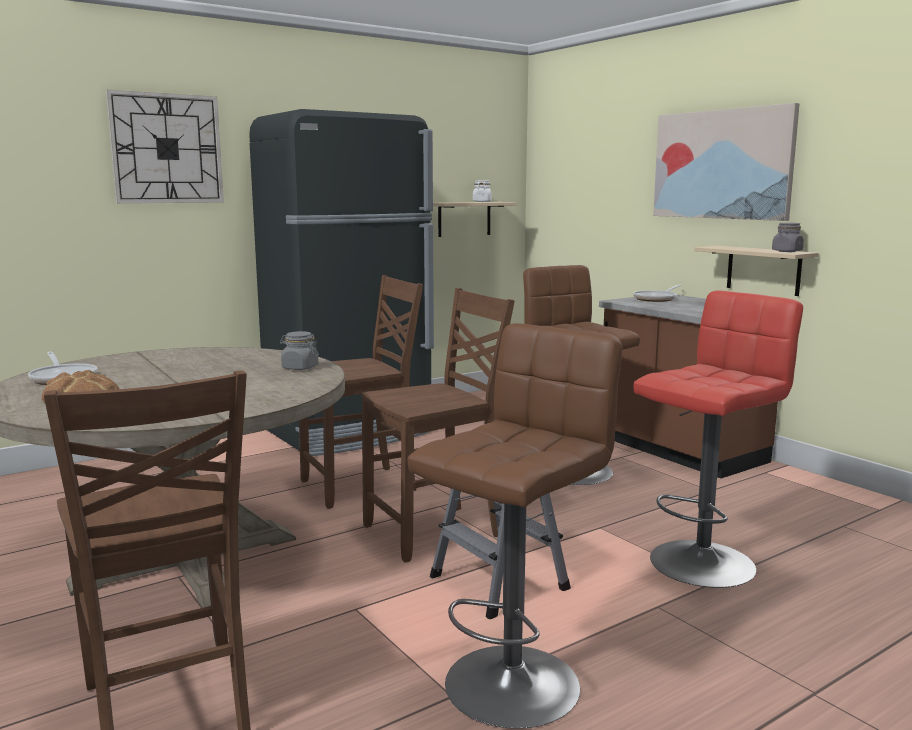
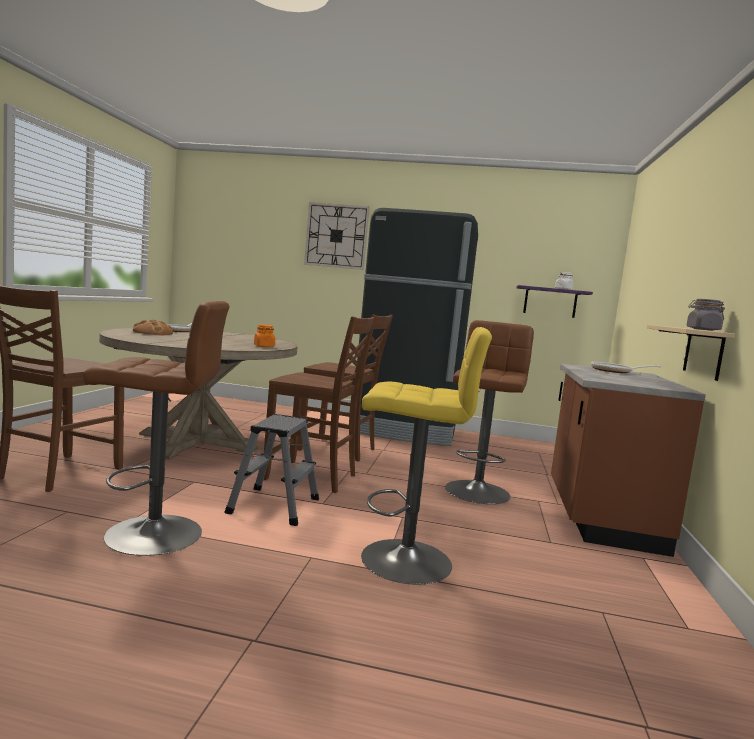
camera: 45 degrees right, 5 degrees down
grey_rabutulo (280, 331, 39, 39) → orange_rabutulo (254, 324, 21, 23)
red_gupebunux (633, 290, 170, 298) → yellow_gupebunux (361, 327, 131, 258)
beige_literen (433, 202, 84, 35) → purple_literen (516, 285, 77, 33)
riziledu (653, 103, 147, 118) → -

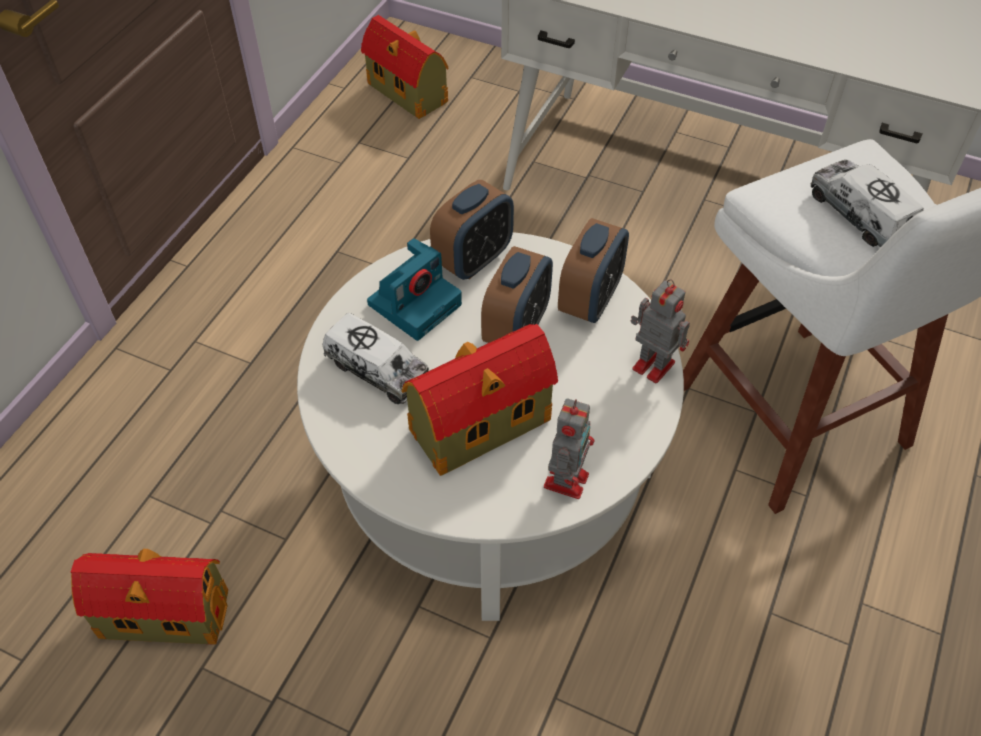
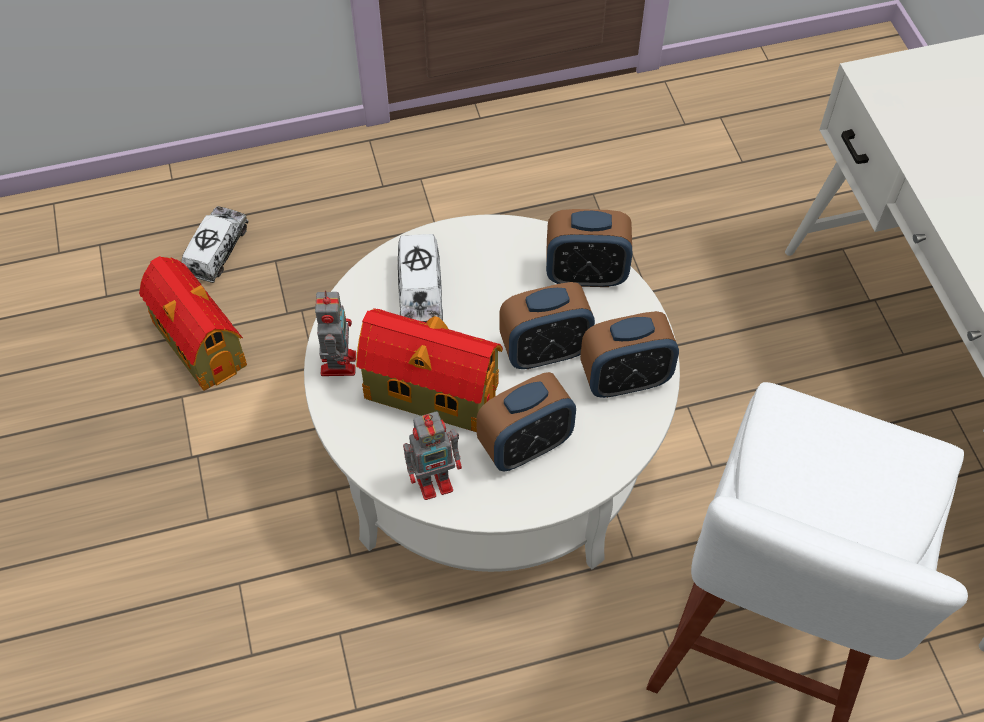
camera: 50 degrees right, 5 degrees up
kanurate (810, 160, 113, 87) → kanurate (182, 206, 66, 77), moved
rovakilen (631, 279, 59, 104) → rovakilen (315, 290, 41, 86), moved
- → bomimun (476, 372, 100, 99)
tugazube (361, 15, 88, 104) → -
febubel (367, 238, 95, 103) → -

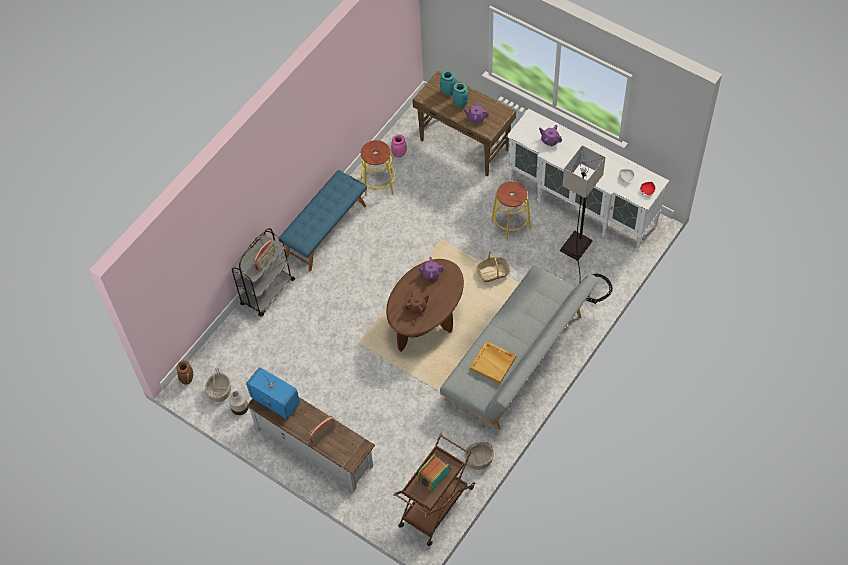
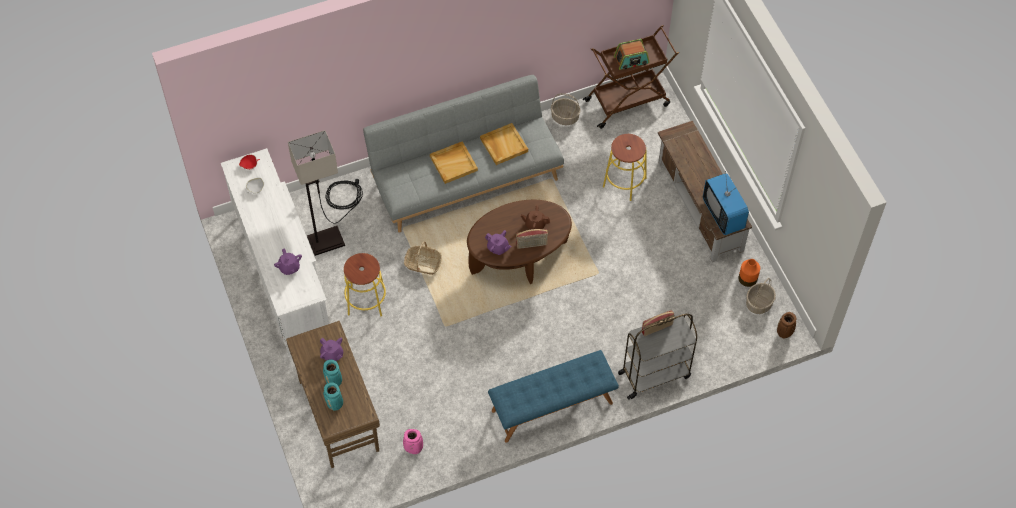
camera: 150 degrees left, 0 degrees up
- → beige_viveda (430, 141, 48, 43)
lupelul (309, 415, 27, 30) → lupelul (516, 229, 32, 20), moved
yellow_gupebunux (361, 140, 34, 56) → yellow_gupebunux (603, 134, 43, 67), moved
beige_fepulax (228, 391, 20, 24) → orange_fepulax (739, 259, 21, 28)

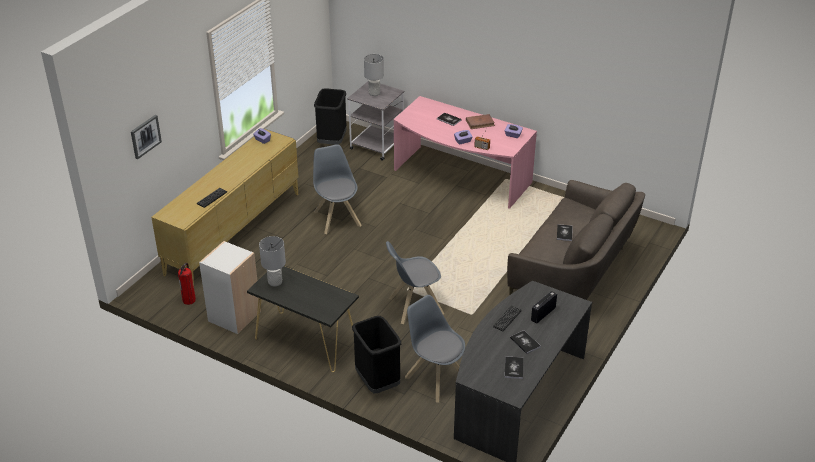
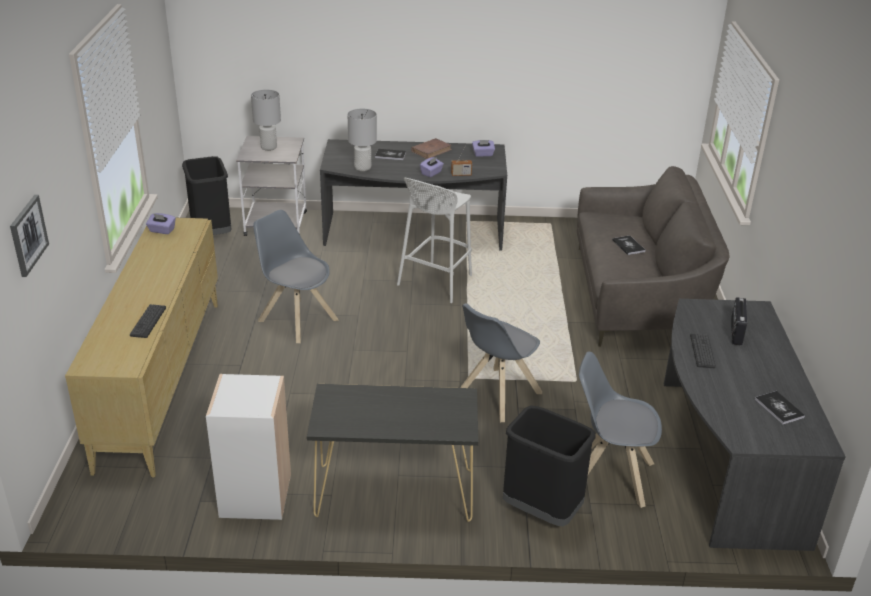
camera: 30 degrees left, 5 degrees down
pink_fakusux (394, 96, 143, 113) → grey_fakusux (320, 139, 187, 112)
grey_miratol (259, 236, 27, 51) → grey_miratol (348, 109, 29, 62), moved
- → white_gupebunux (397, 178, 75, 125)
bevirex (178, 263, 18, 42) → -
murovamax (510, 330, 31, 24) → -

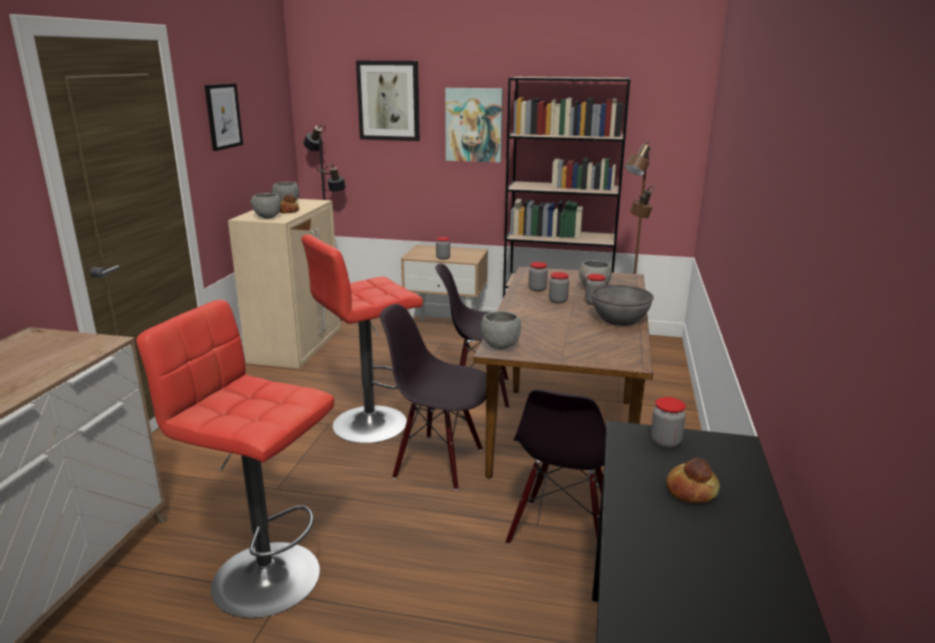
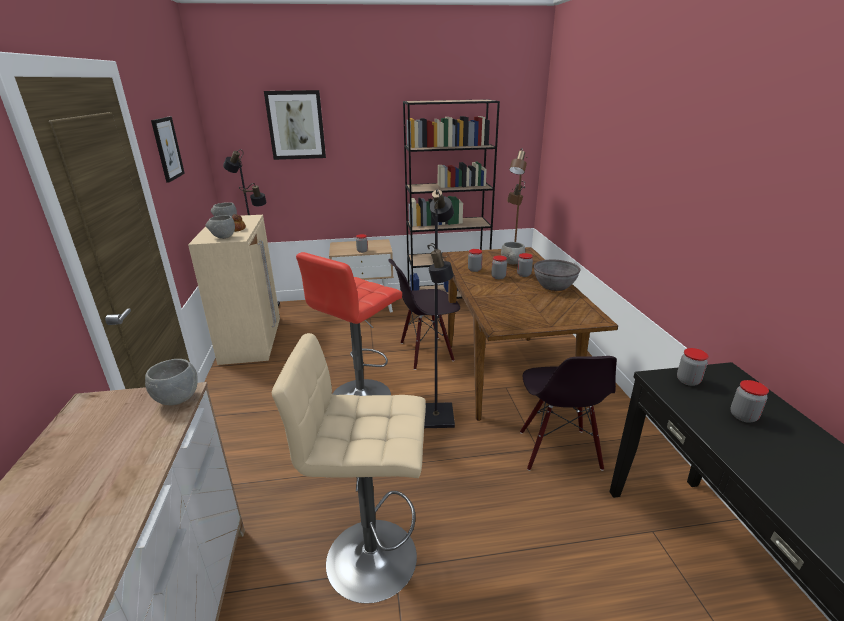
camera: 20 degrees left, 5 degrees up
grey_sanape (481, 311, 40, 39) → grey_sanape (145, 359, 53, 46), moved
red_gupebunux (136, 300, 198, 318) → beige_gupebunux (272, 333, 154, 270)
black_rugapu (380, 304, 106, 186) → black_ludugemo (424, 190, 31, 238)
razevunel (666, 457, 54, 46) → rabutulo (731, 380, 38, 43)
riziledu (445, 88, 58, 75) → -

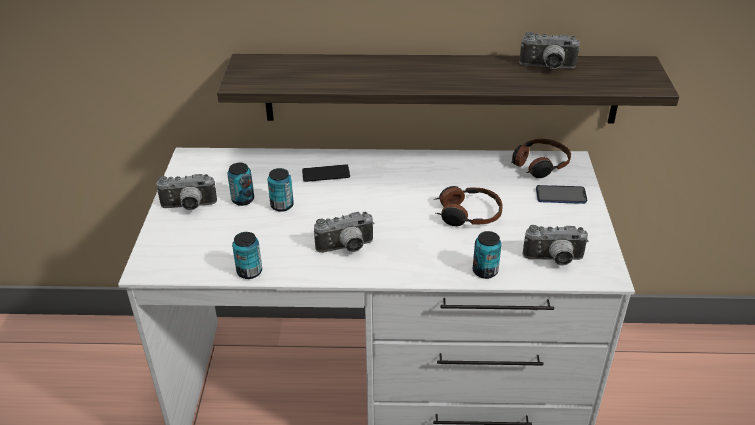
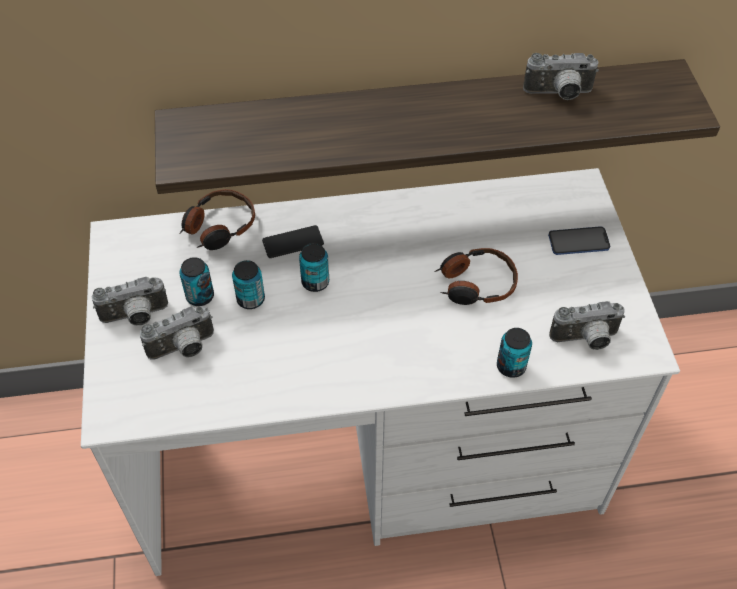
camera: 10 degrees left, 15 degrees up
febubel (314, 212, 61, 41) → febubel (140, 306, 74, 54), moved
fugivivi (511, 139, 60, 39) → fugivivi (180, 189, 75, 61), moved
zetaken (232, 232, 30, 47) → zetaken (299, 243, 30, 49), moved

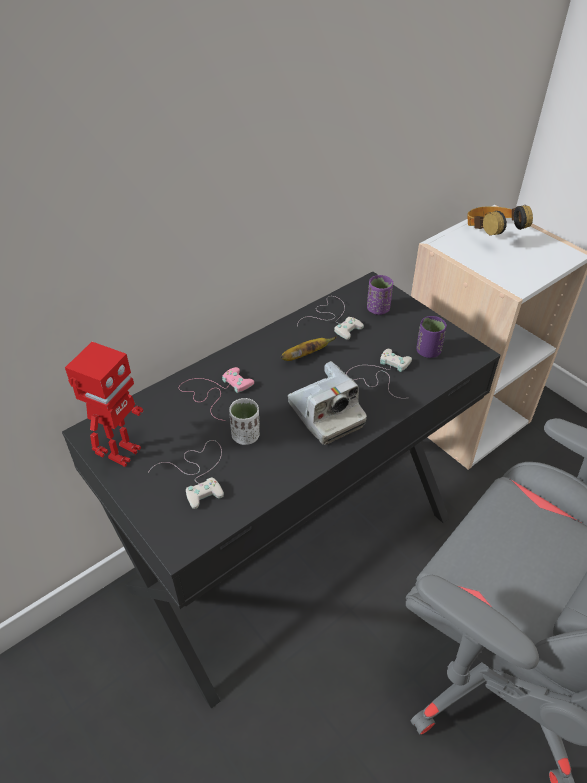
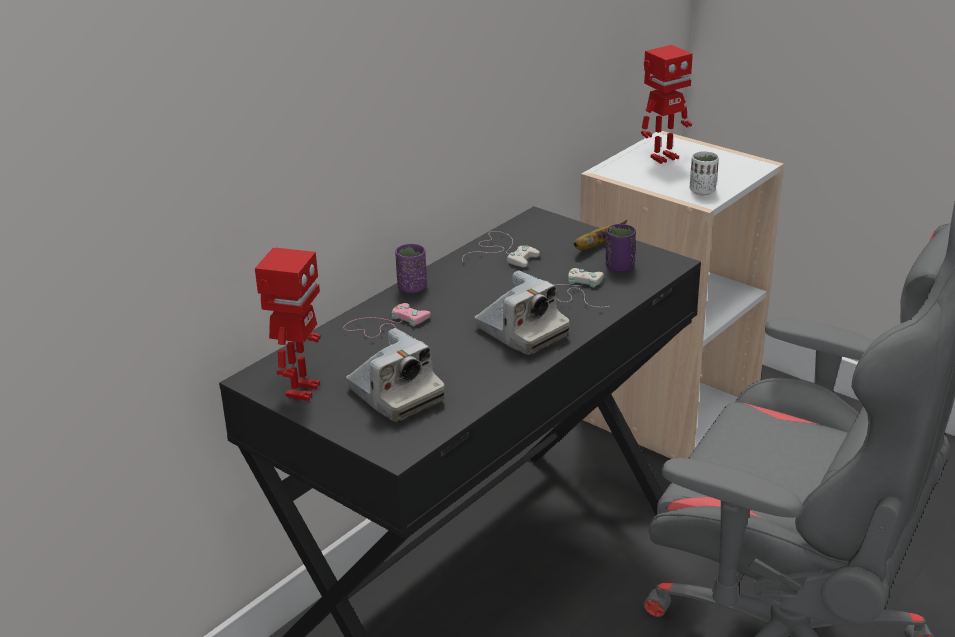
camera: 10 degrees left, 15 degrees down
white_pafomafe (148, 440, 76, 69) → febubel (346, 328, 99, 94)
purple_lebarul (367, 275, 26, 40) → purple_lebarul (395, 244, 32, 50), moved
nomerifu (281, 336, 55, 25) → nomerifu (574, 220, 53, 30), moved
fugivivi (467, 205, 66, 31) → rovakilen (641, 45, 52, 119)
white_lebarul (229, 398, 31, 47) → white_lebarul (690, 151, 29, 45), moved

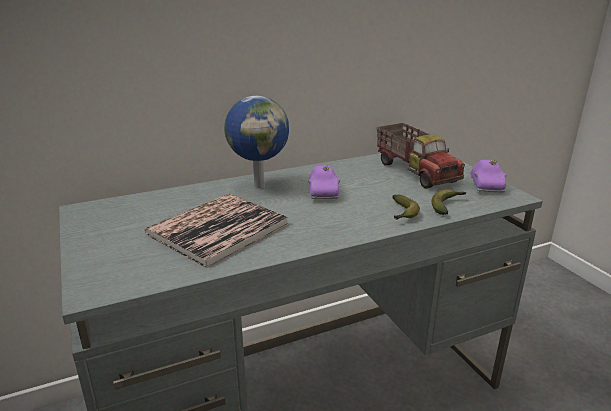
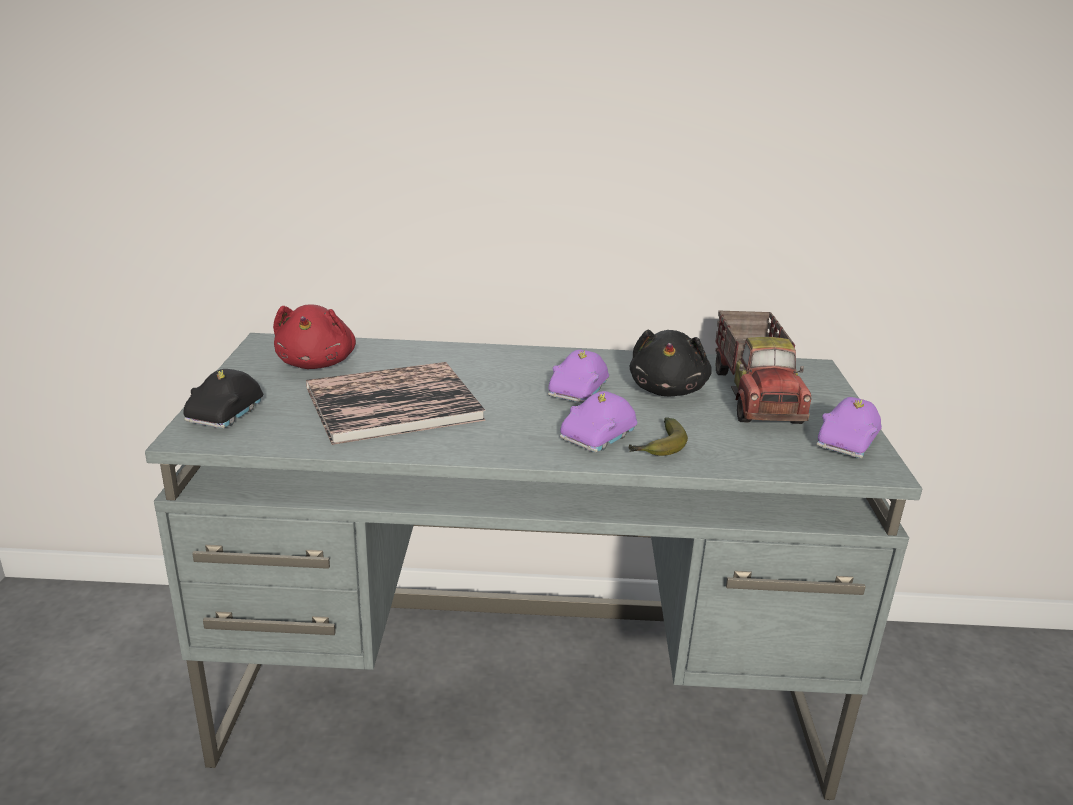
camera: 25 degrees right, 0 degrees up
- → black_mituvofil (183, 369, 80, 59)
- → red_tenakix (273, 304, 83, 65)
- → purple_mituvofil (560, 391, 78, 61)
- → black_tenakix (630, 330, 82, 66)
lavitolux (224, 96, 65, 92) → -
nomerifu (431, 189, 35, 26) → -

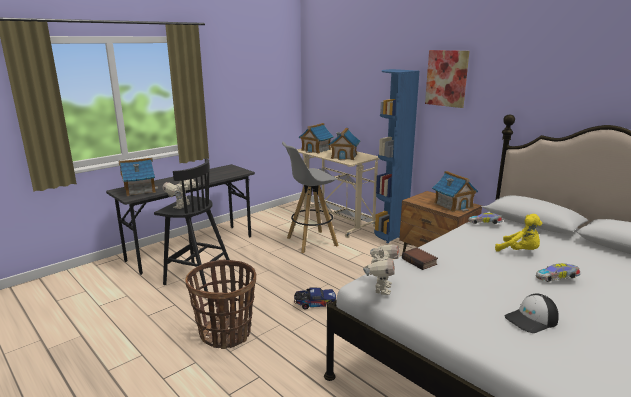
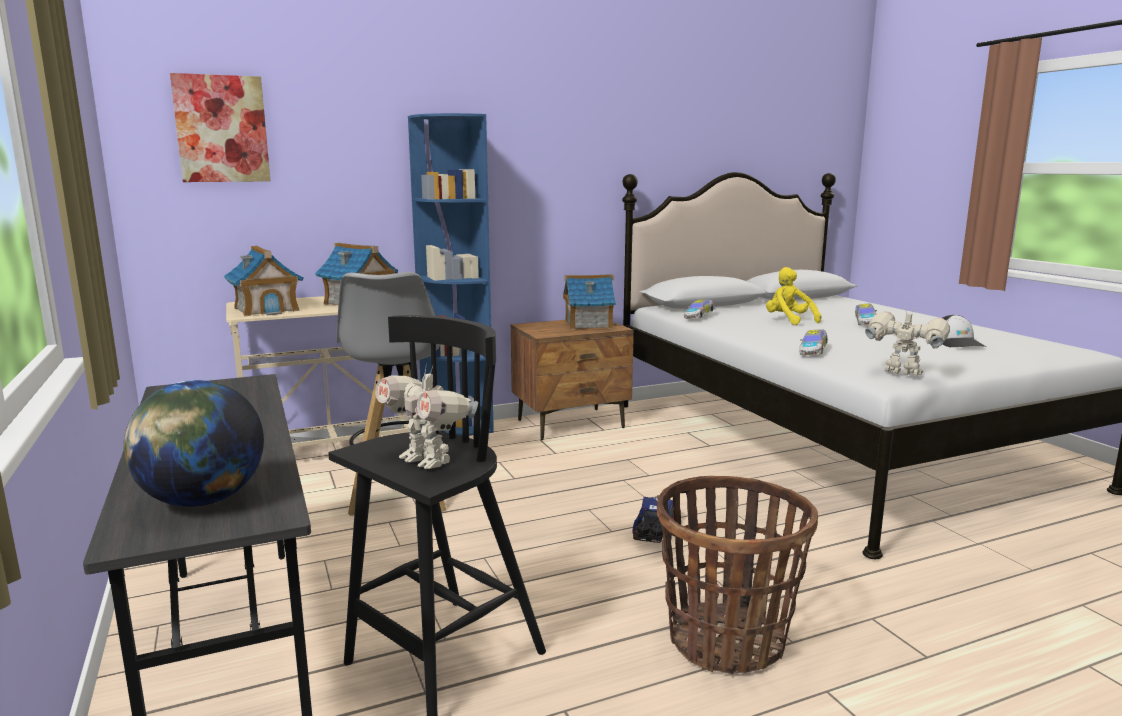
camera: 70 degrees left, 5 degrees down
tugazube (118, 157, 40, 39) → lavitolux (123, 380, 141, 127)
riziledu (425, 50, 44, 58) → riziledu (170, 73, 101, 109), moved
yellow_tenakix (495, 214, 47, 38) → yellow_tenakix (766, 267, 55, 58), 90 degrees counterclockwise
murovamax (402, 248, 36, 22) → mituvofil (799, 329, 29, 26)

